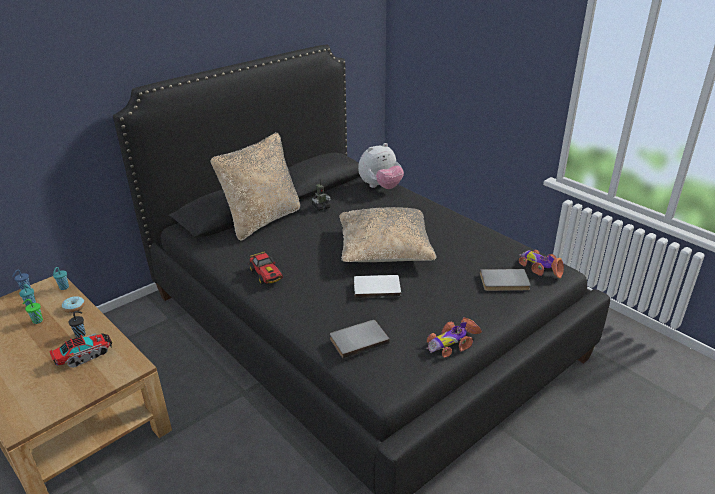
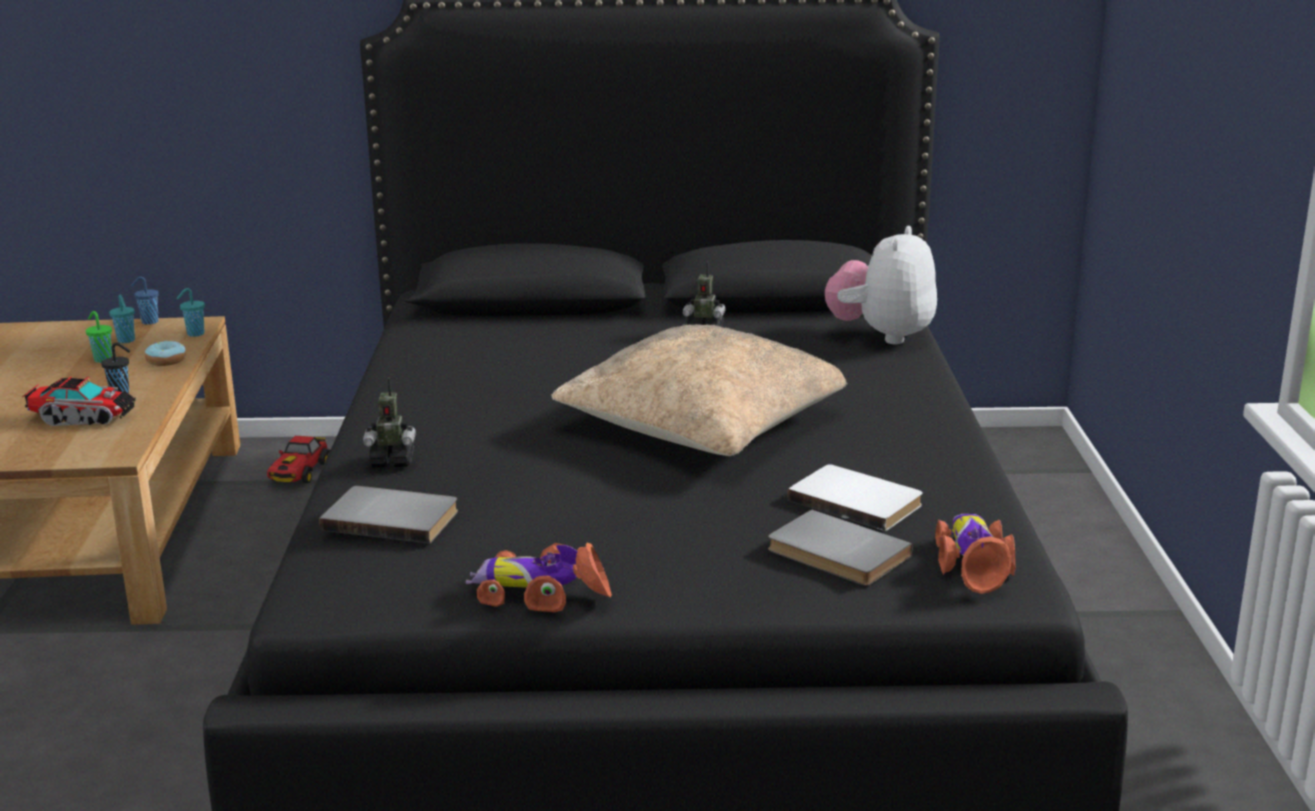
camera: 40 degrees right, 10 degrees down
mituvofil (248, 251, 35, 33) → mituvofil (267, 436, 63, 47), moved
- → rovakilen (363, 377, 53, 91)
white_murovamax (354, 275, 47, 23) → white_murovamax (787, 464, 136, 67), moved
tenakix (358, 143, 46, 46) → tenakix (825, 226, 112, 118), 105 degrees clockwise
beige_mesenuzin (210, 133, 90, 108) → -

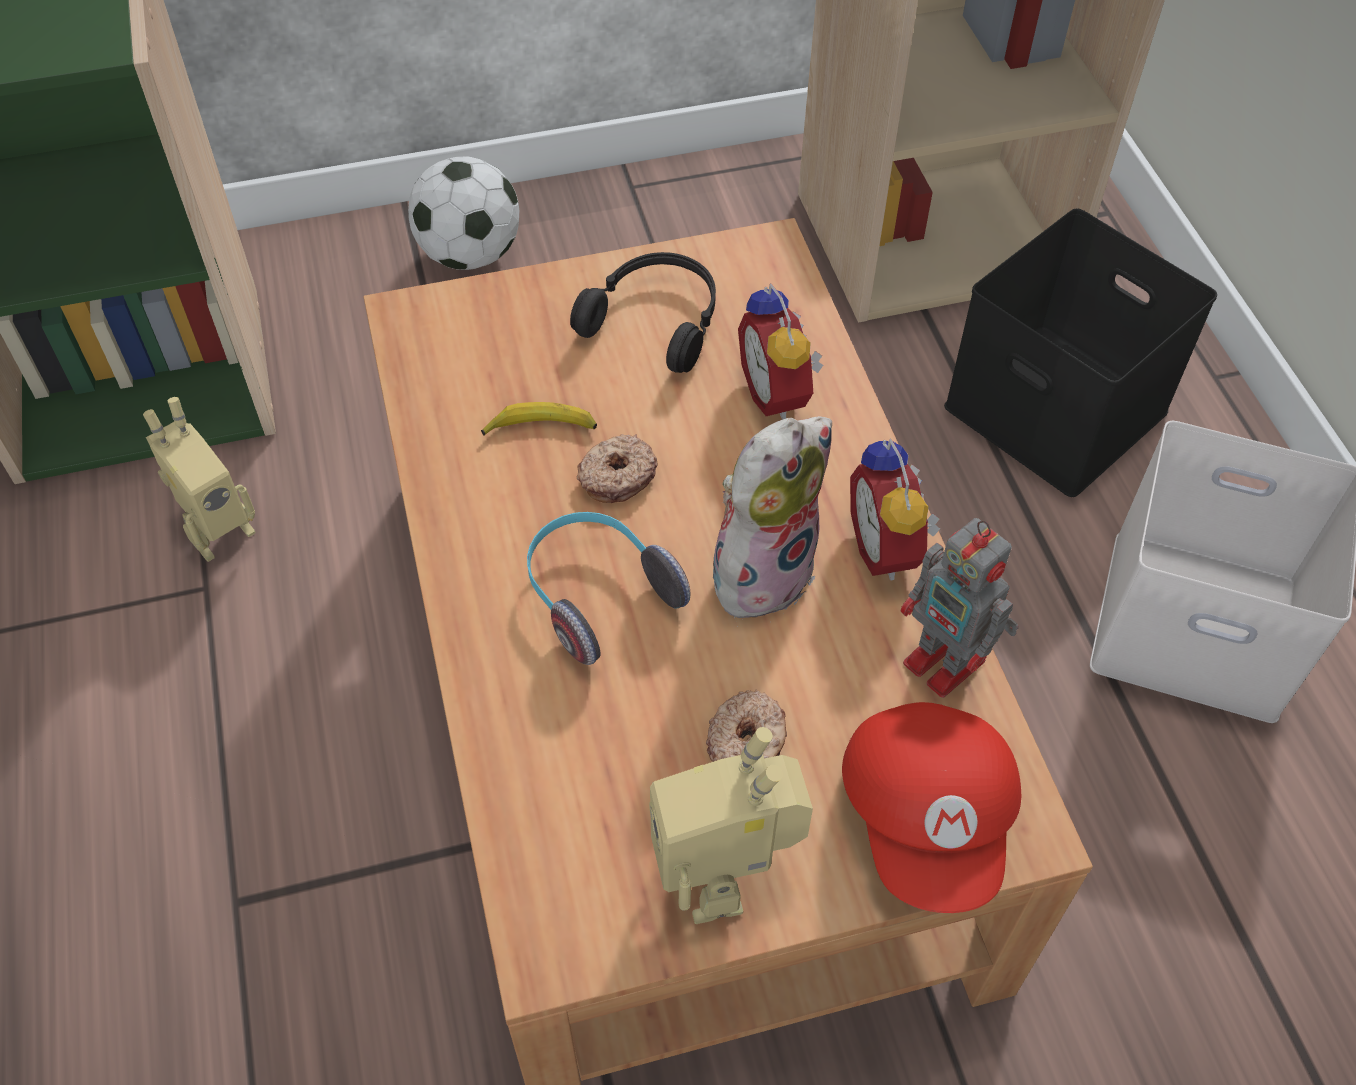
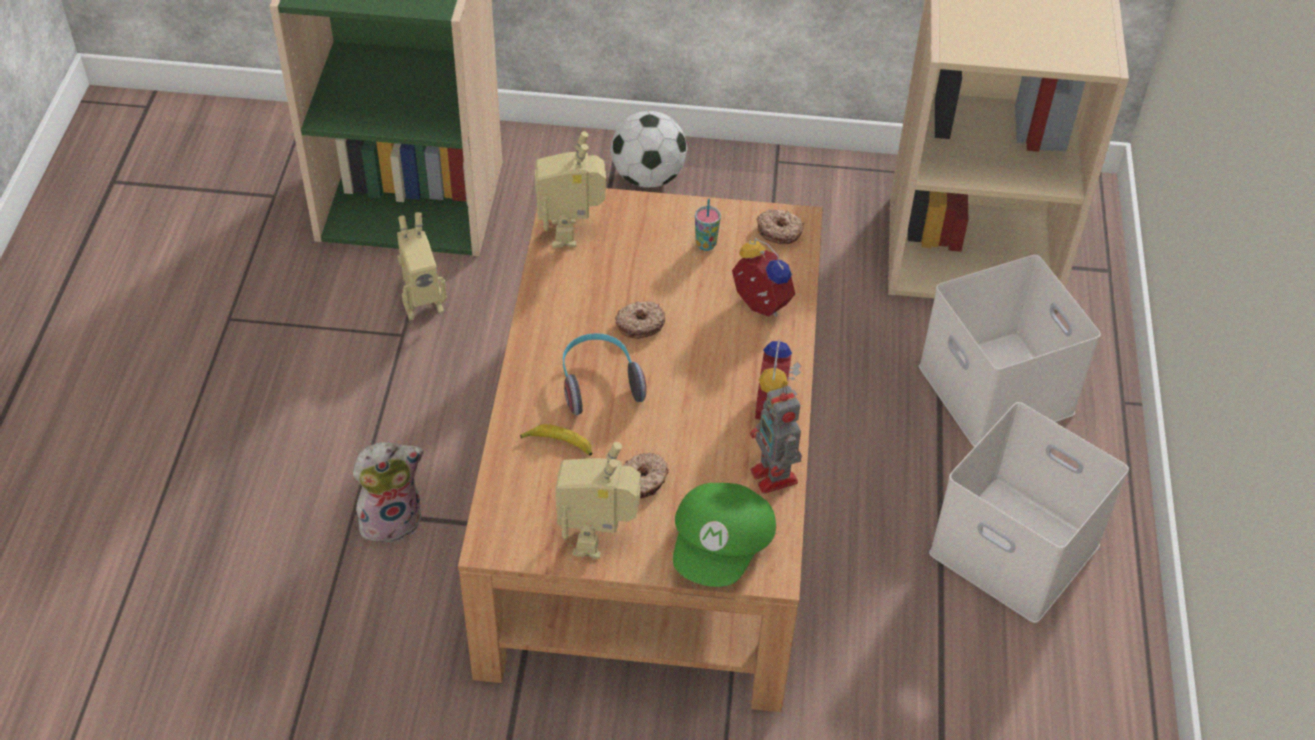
camera: 20 degrees right, 5 degrees down
tenakix (713, 416, 119, 206) → tenakix (353, 442, 71, 101), moved
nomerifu (481, 402, 116, 34) → nomerifu (520, 424, 72, 32), moved
- → rovakilen (535, 131, 71, 117)
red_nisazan (842, 702, 179, 211) → green_nisazan (673, 483, 103, 104)
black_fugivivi (570, 252, 146, 121) → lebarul (695, 199, 26, 52)
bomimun (738, 283, 85, 137) → bomimun (732, 238, 63, 79), 135 degrees clockwise
- → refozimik (756, 209, 48, 35)
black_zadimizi (944, 208, 273, 289) → white_zadimizi (919, 255, 182, 192)

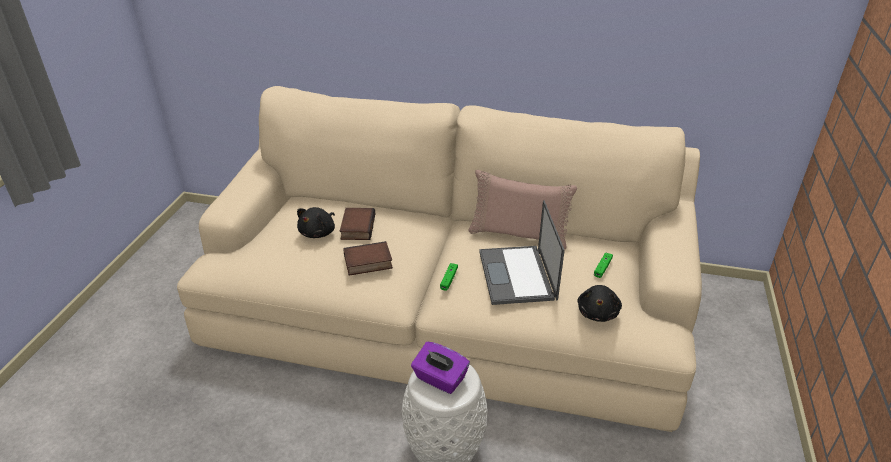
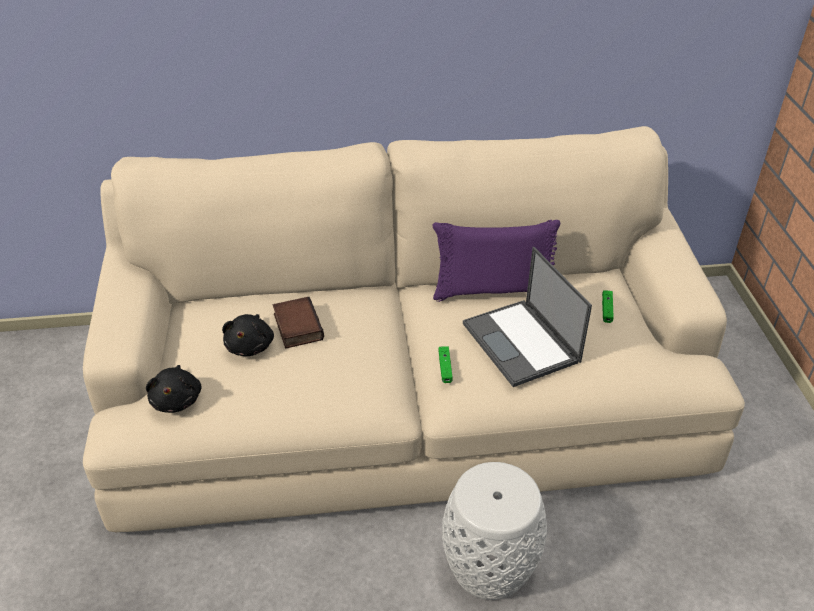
camera: 20 degrees left, 5 degrees up
black_tenakix (578, 285, 44, 37) → black_tenakix (146, 365, 56, 48), moved
beige_mesenuzin (469, 170, 108, 79) → purple_mesenuzin (433, 220, 127, 82)
murovamax (343, 241, 50, 35) → -
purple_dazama (411, 342, 59, 52) → -

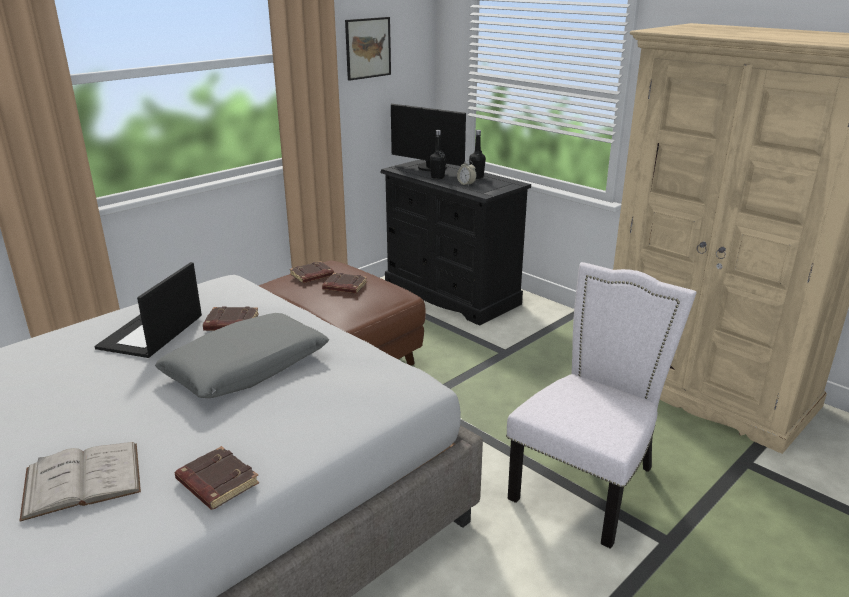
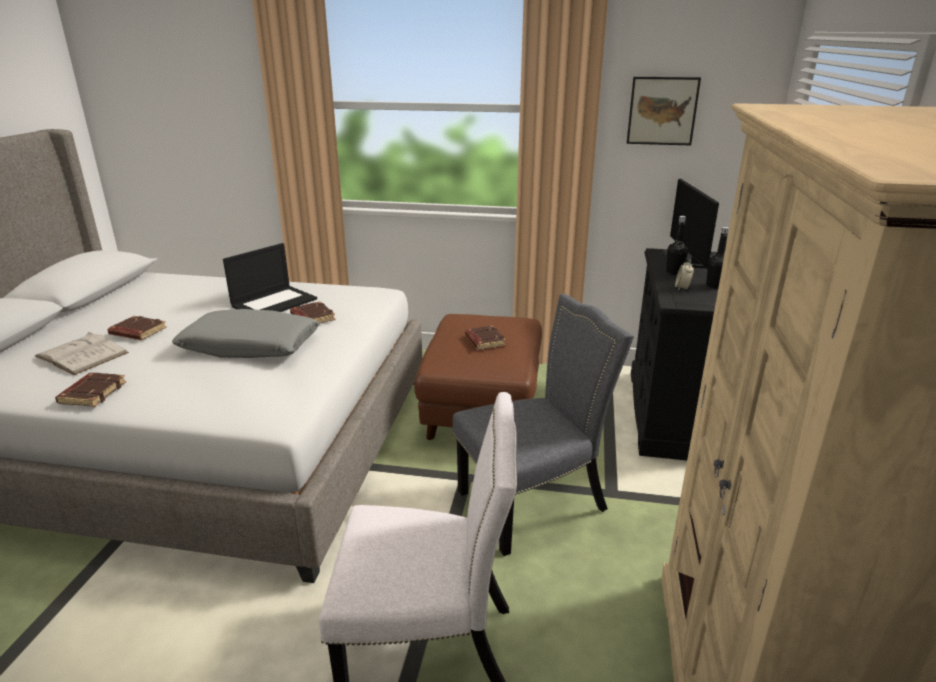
camera: 55 degrees right, 0 degrees up
brown_murovamax (290, 261, 44, 22) → brown_murovamax (108, 316, 59, 24), moved
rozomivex (95, 262, 107, 96) → rozomivex (223, 243, 94, 69), 150 degrees clockwise
- → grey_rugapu (453, 294, 181, 262)

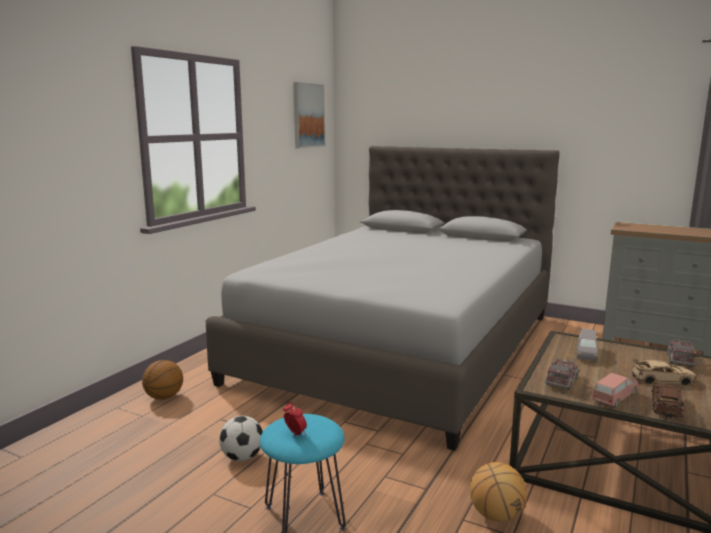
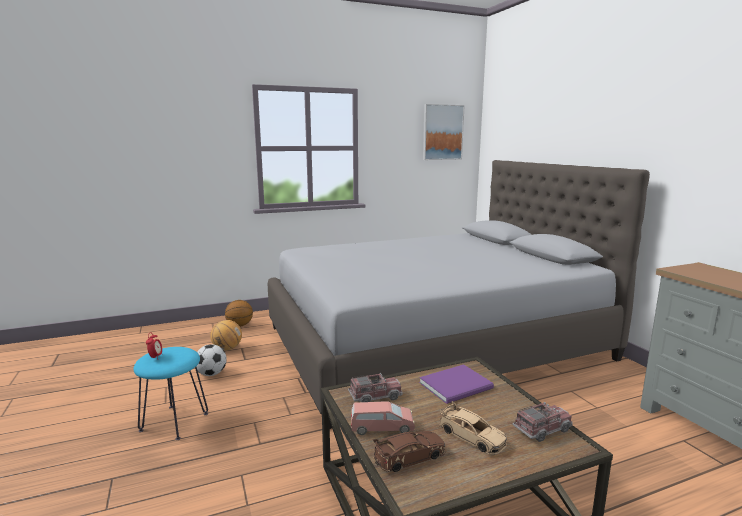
camera: 40 degrees right, 0 degrees up
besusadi (470, 462, 57, 60) → besusadi (210, 320, 32, 31), moved
grey_mituvofil (577, 329, 21, 33) → purple_murovamax (419, 364, 75, 40)

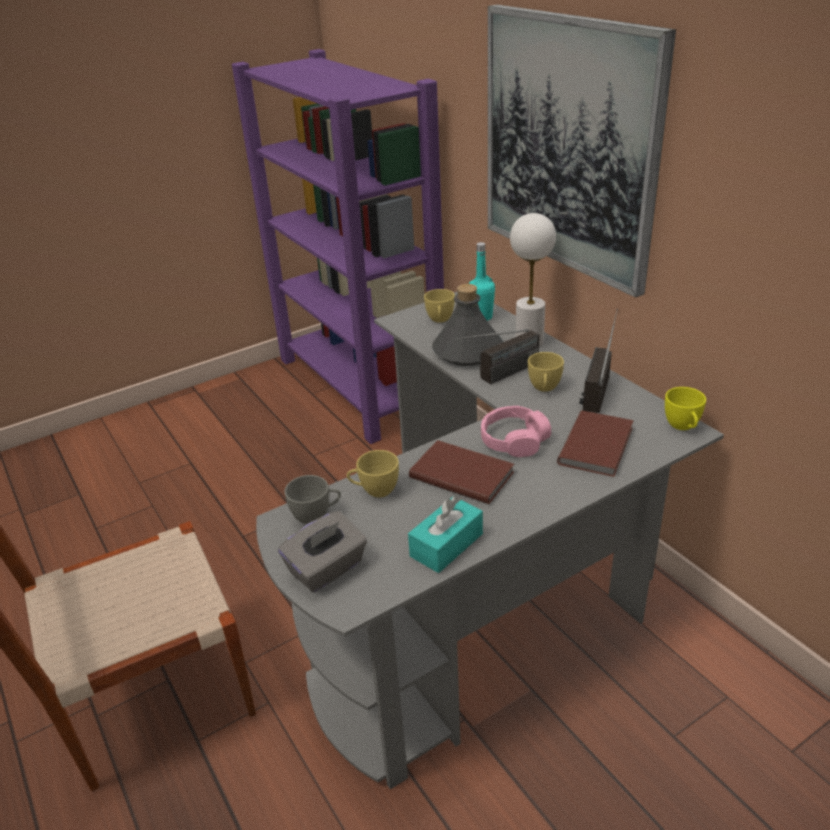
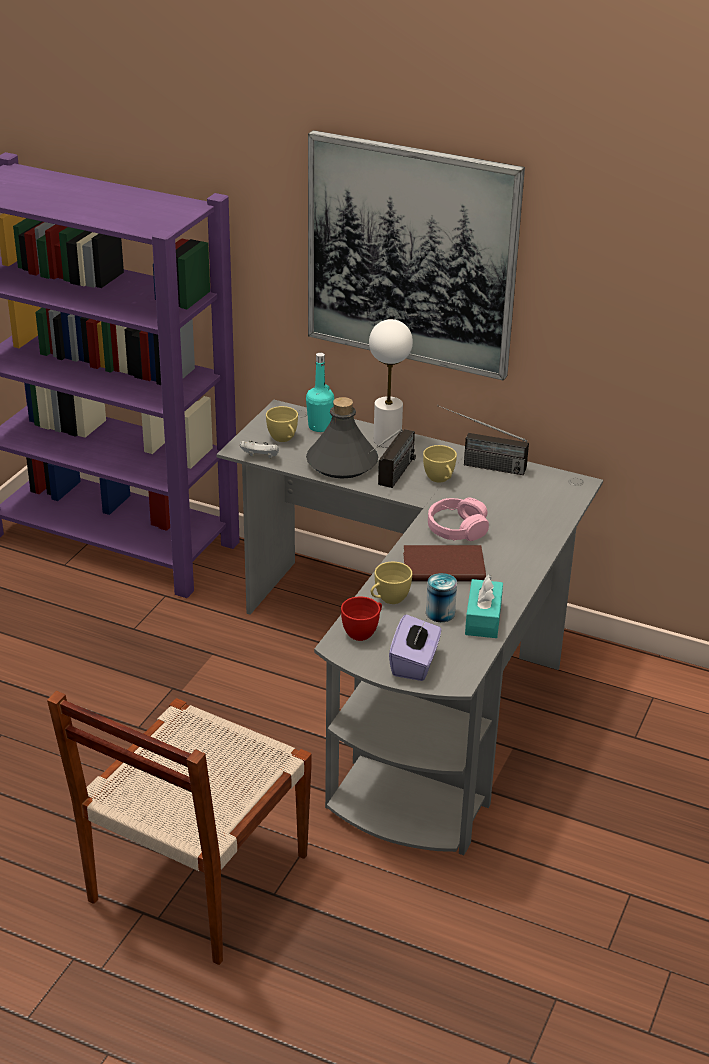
camera: 35 degrees left, 0 degrees up
- → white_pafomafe (240, 441, 39, 17)
grey_lebarul (285, 475, 56, 49) → red_lebarul (341, 596, 41, 45)
grey_dazama (278, 511, 89, 81) → purple_dazama (389, 614, 52, 67)
- → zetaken (426, 573, 31, 49)
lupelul (579, 309, 39, 104) → lupelul (437, 405, 92, 70), 60 degrees counterclockwise
brown_murovamax (557, 411, 77, 66) → -
yellow_lebarul (665, 387, 41, 43) → -

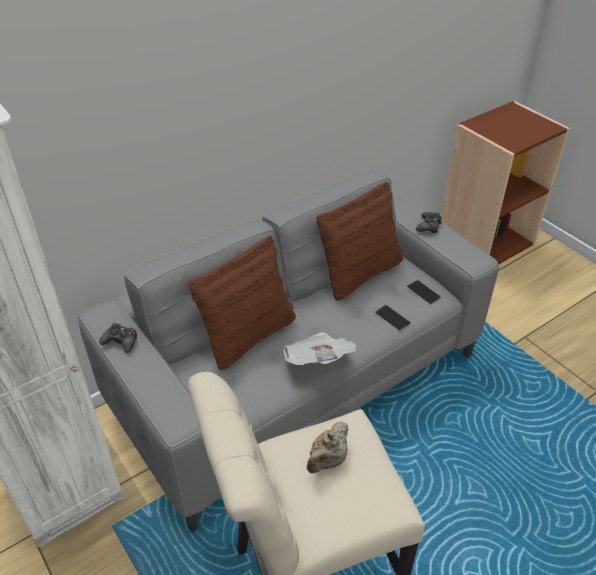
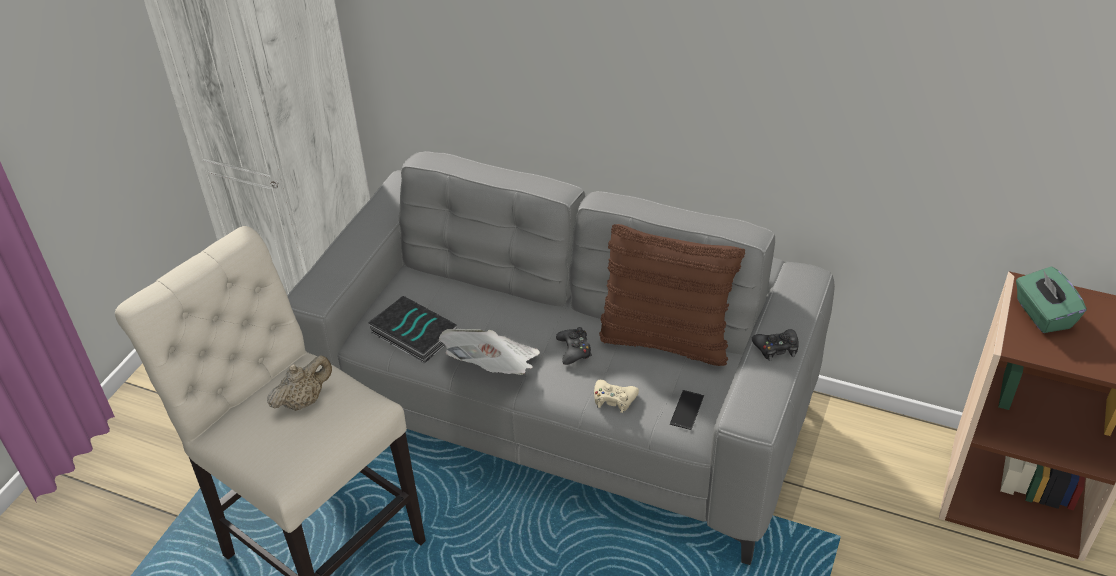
camera: 60 degrees right, 0 degrees up
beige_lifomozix (307, 422, 41, 51) → beige_lifomozix (267, 355, 65, 56), 135 degrees clockwise
- → murovamax (368, 296, 89, 68)
black_pafomafe (99, 323, 38, 30) → black_pafomafe (556, 327, 36, 38), moved
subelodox (375, 305, 36, 25) → beige_pafomafe (594, 380, 45, 33)
- → green_dazama (1016, 266, 70, 67)
brown_mesenuzin (187, 235, 109, 135) → -

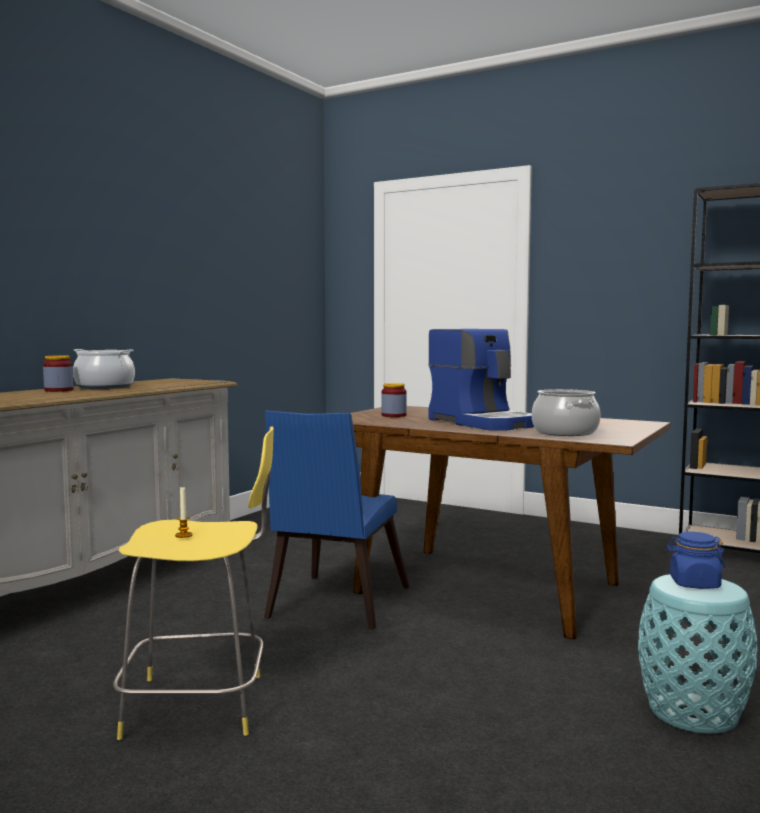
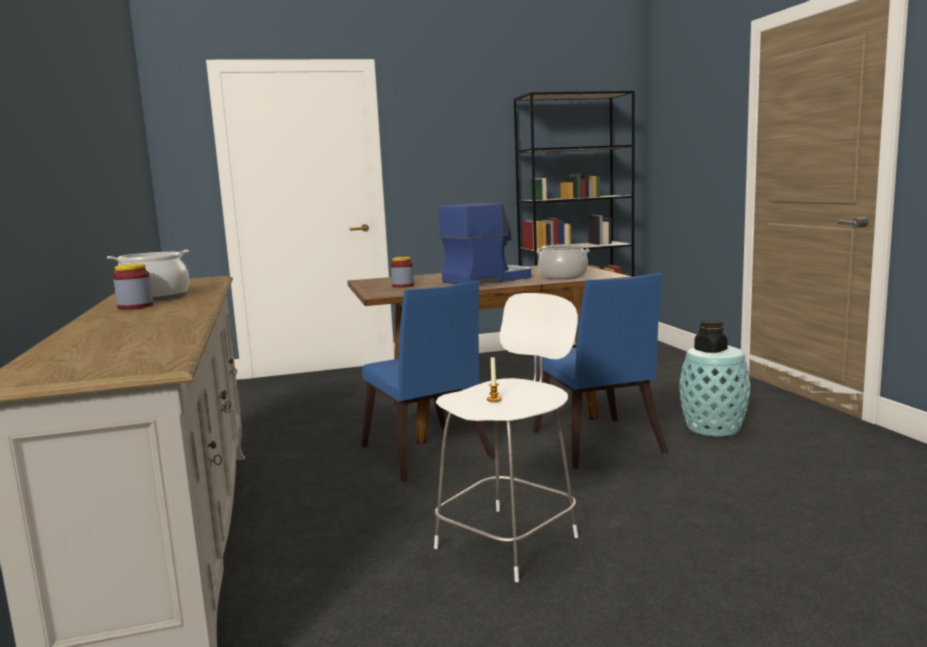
camera: 45 degrees left, 5 degrees up
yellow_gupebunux (113, 426, 161, 314) → white_gupebunux (434, 293, 144, 289)
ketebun (428, 329, 106, 102) → ketebun (438, 204, 93, 80), 45 degrees counterclockwise
- → blue_rugapu (533, 273, 135, 196)
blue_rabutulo (666, 532, 59, 57) → black_rabutulo (694, 320, 34, 33)

